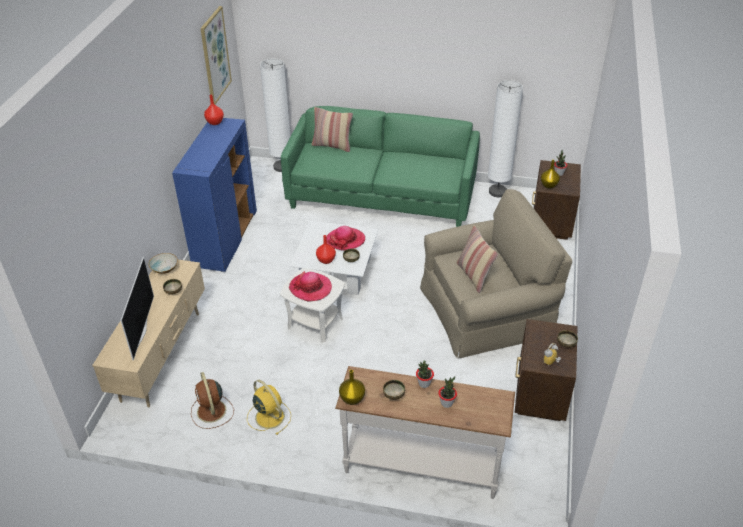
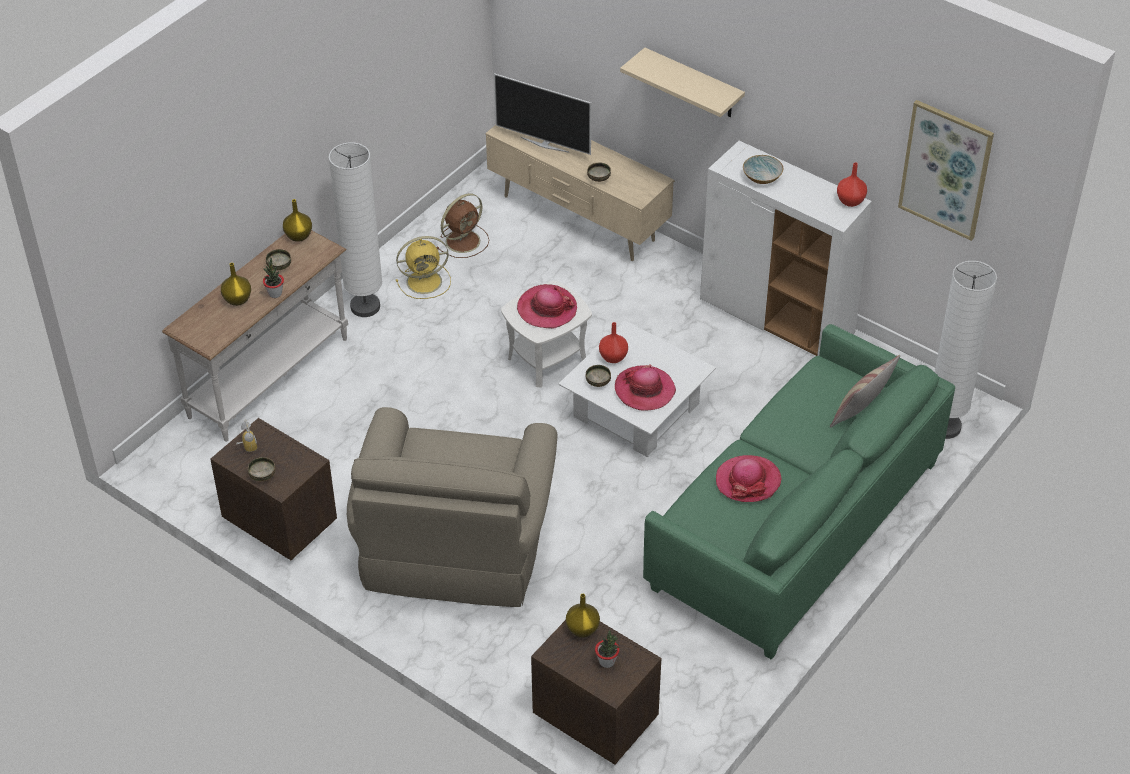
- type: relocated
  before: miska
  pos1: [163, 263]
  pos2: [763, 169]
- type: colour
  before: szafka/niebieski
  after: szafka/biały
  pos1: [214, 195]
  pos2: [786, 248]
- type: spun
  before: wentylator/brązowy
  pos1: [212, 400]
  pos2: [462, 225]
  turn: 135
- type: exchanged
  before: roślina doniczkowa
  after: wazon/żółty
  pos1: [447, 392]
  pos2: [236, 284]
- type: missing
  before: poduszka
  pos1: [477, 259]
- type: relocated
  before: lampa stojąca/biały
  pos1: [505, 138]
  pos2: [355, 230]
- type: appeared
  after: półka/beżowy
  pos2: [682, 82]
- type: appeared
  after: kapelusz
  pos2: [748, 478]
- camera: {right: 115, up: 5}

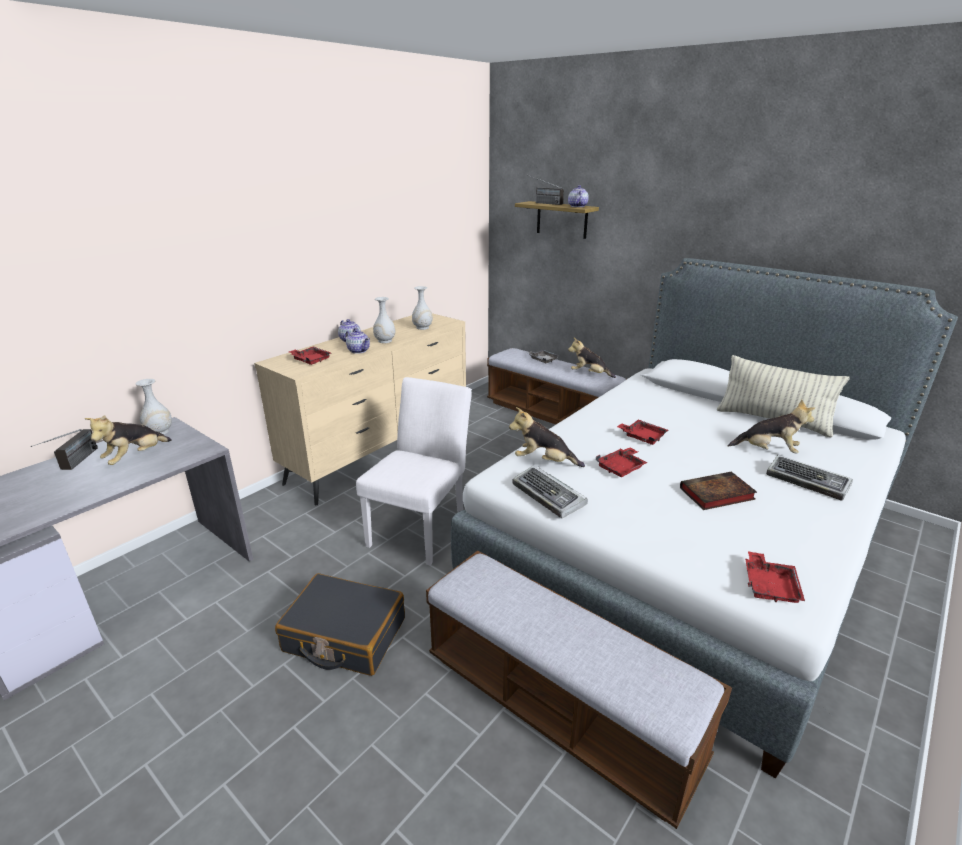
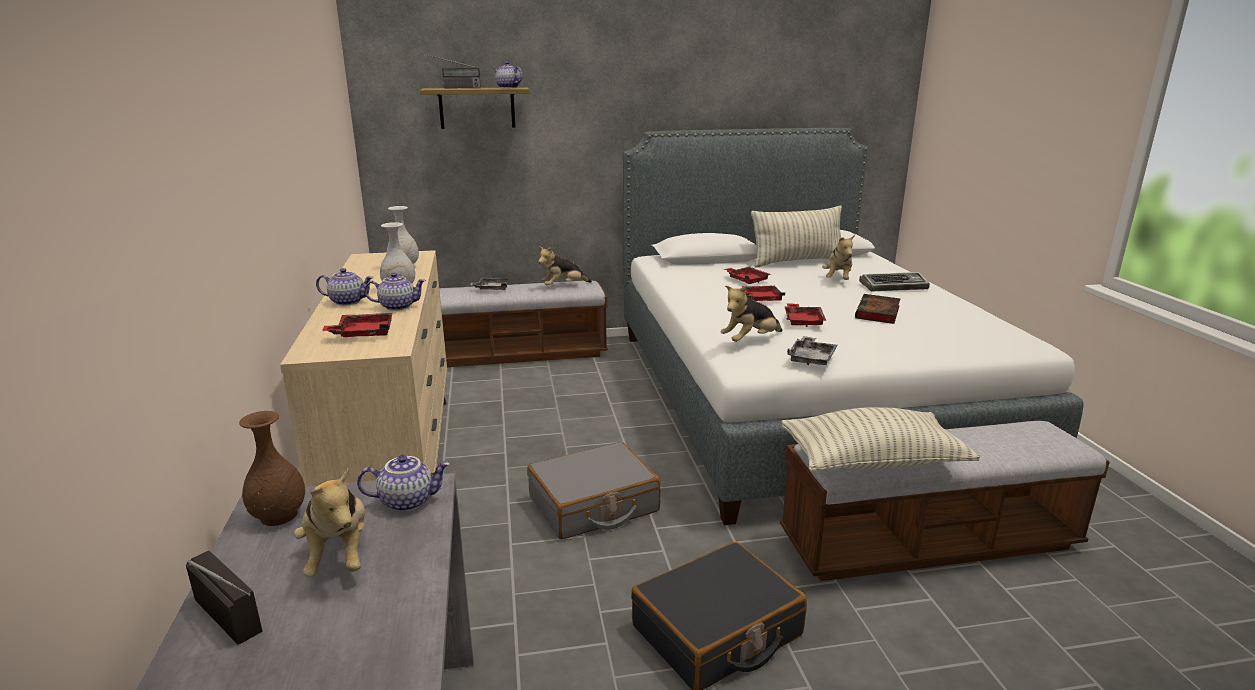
- type: colour
  before: wazon/biały
  after: wazon/brązowy
  pos1: [153, 407]
  pos2: [272, 468]
- type: exchanged
  before: krzesło/biały
  after: walizka/szary
  pos1: [413, 471]
  pos2: [594, 490]
- type: exchanged
  before: klawiatura
  after: taca/szary
  pos1: [550, 492]
  pos2: [812, 350]
- type: spun
  before: pluszak
  pos1: [771, 426]
  pos2: [838, 257]
  turn: 135
- type: relocated
  before: taca/czerwony
  pos1: [775, 577]
  pos2: [747, 275]
- type: appeared
  after: imbryk
  pos2: [403, 483]
- type: appeared
  after: poduszka
  pos2: [881, 439]
- camera: {right: -50, up: -5}

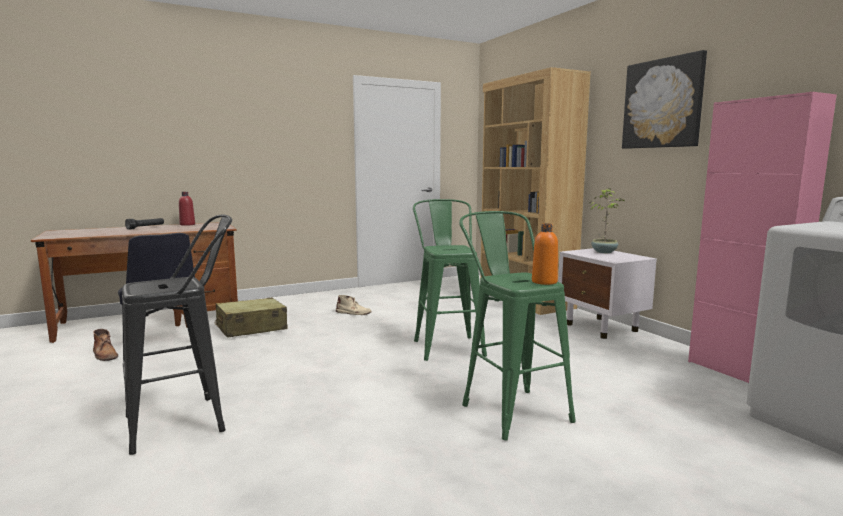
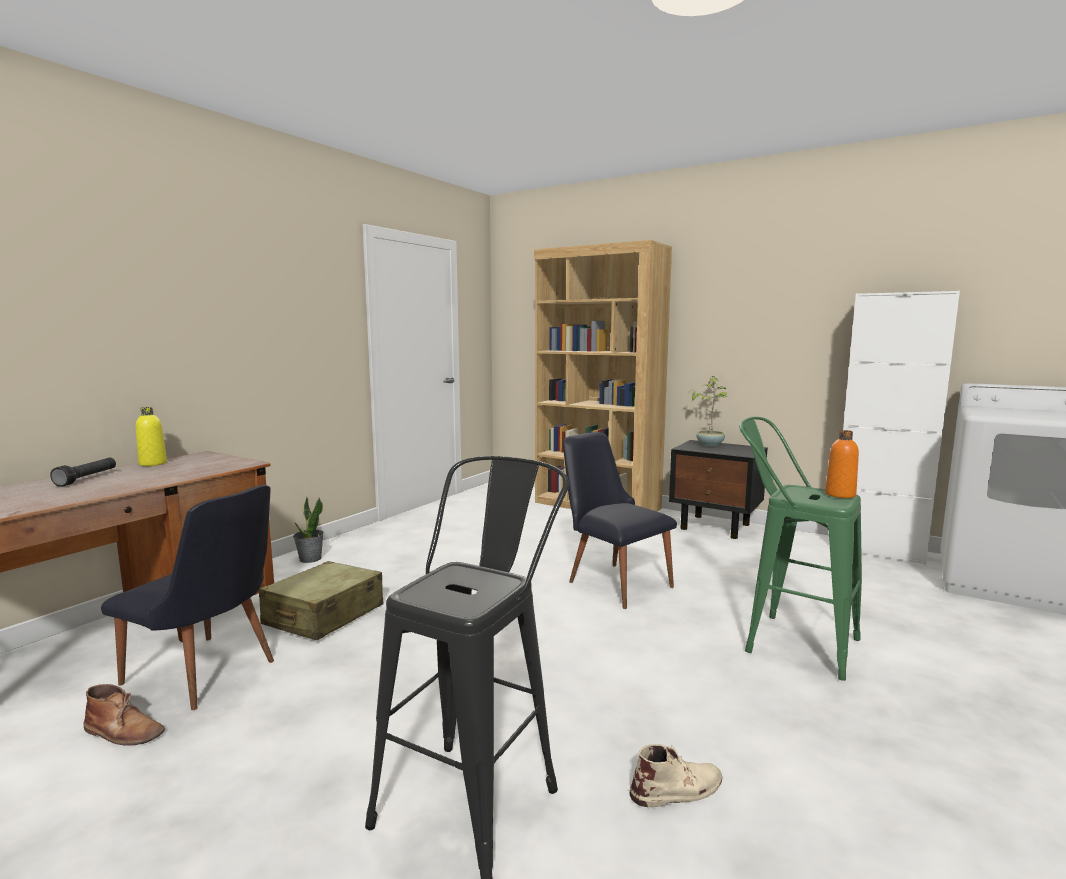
- type: colour
  before: butelka/czerwony
  after: butelka/żółty
  pos1: [187, 209]
  pos2: [151, 436]
- type: relocated
  before: but z cholewką/beżowy
  pos1: [354, 305]
  pos2: [676, 775]
- type: exchanged
  before: stołek/zielony
  after: krzesło/czarny
  pos1: [450, 280]
  pos2: [620, 520]
- type: colour
  before: szafka nocna/biały
  after: szafka nocna/czarny
  pos1: [607, 293]
  pos2: [718, 489]
- type: missing
  before: obraz
  pos1: [664, 99]
- type: colour
  before: szafka/różowy
  after: szafka/biały
  pos1: [762, 237]
  pos2: [901, 428]
- type: appeared
  after: roślina doniczkowa
  pos2: [308, 530]
- camera: {right: -30, up: 0}

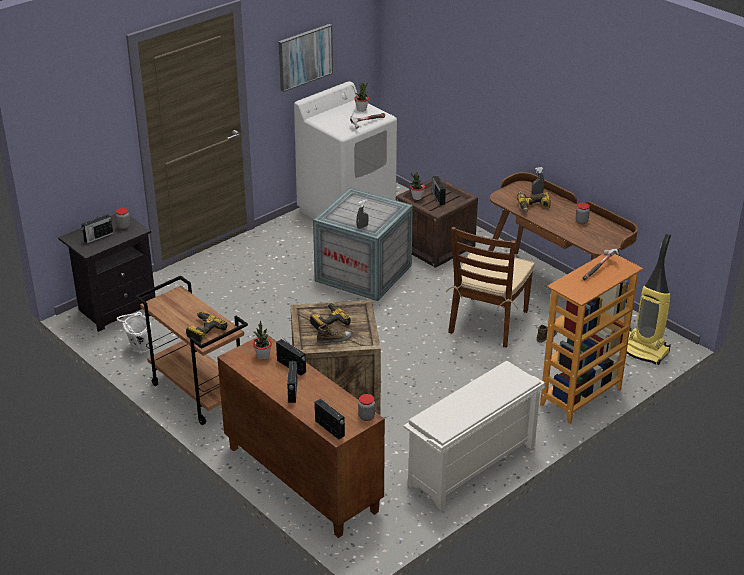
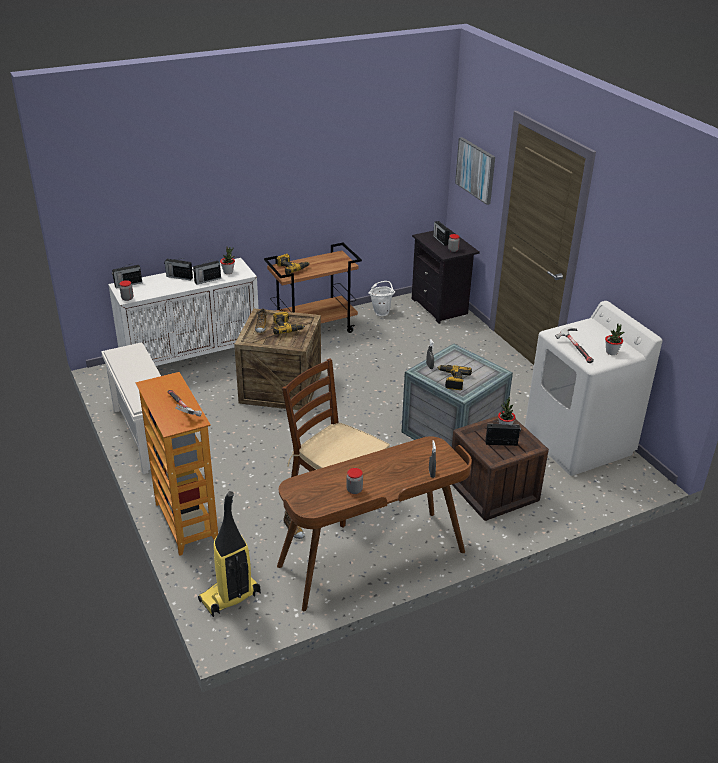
- type: colour
  before: szafka/brązowy
  after: szafka/biały
  pos1: [301, 436]
  pos2: [183, 312]
- type: relocated
  before: obraz
  pos1: [305, 58]
  pos2: [475, 171]
- type: relocated
  before: wiertarka
  pos1: [534, 201]
  pos2: [454, 377]
- camera: {right: 105, up: 0}

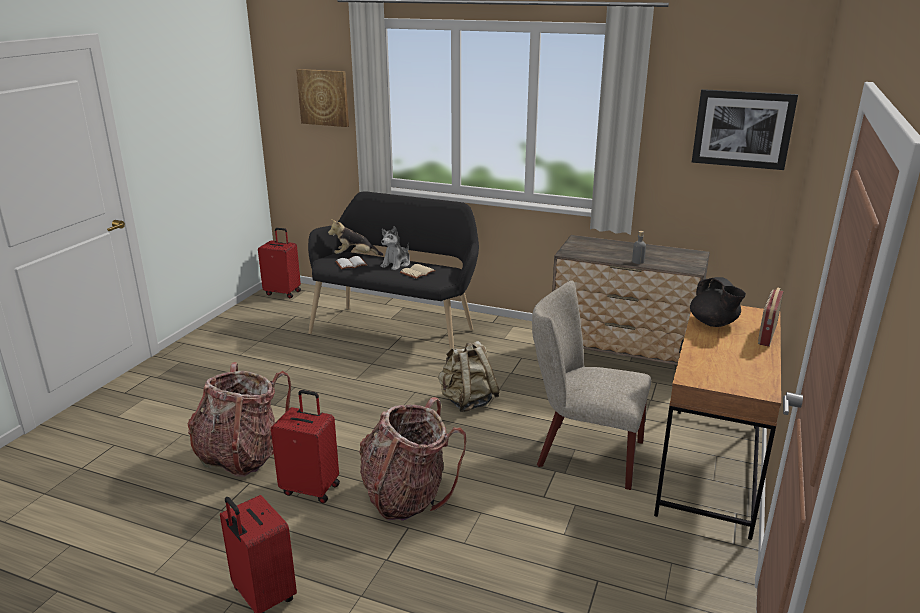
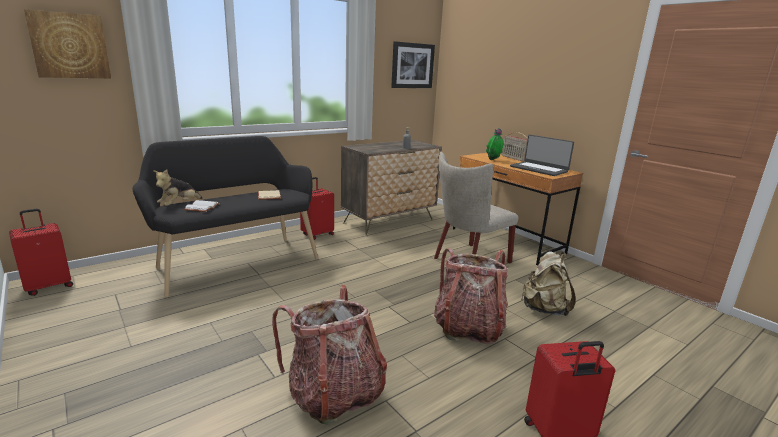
- type: relocated
  before: walizka/czerwony
  pos1: [305, 447]
  pos2: [317, 208]
- type: missing
  before: pluszak
  pos1: [395, 248]
- type: relocated
  before: plecak/beżowy
  pos1: [469, 376]
  pos2: [548, 283]
- type: exchanged
  before: imbryk/czarny
  after: roślina doniczkowa
  pos1: [718, 302]
  pos2: [494, 144]
- type: appeared
  after: laptop
  pos2: [542, 155]
- camera: {right: -60, up: -5}

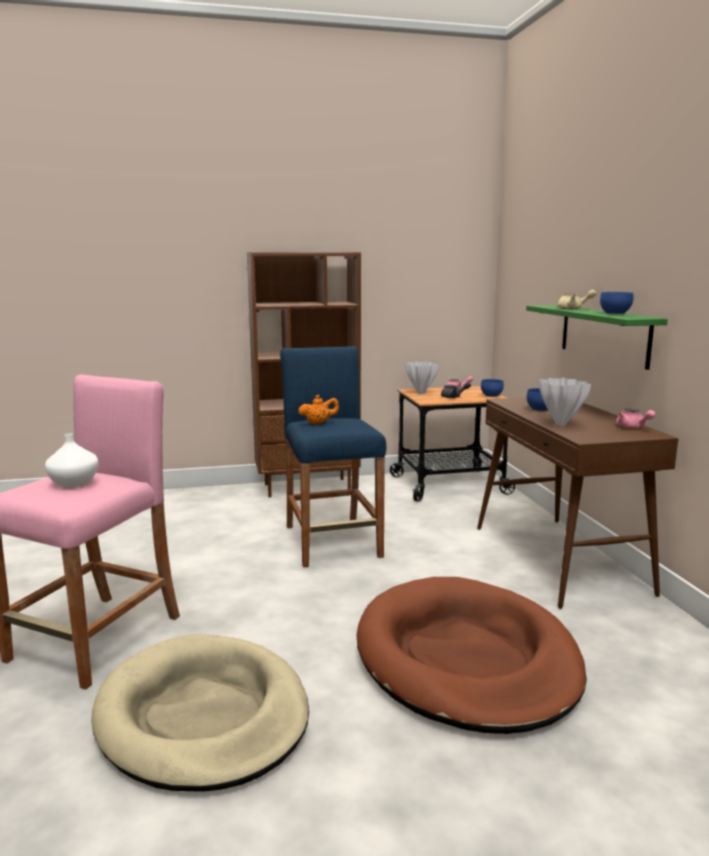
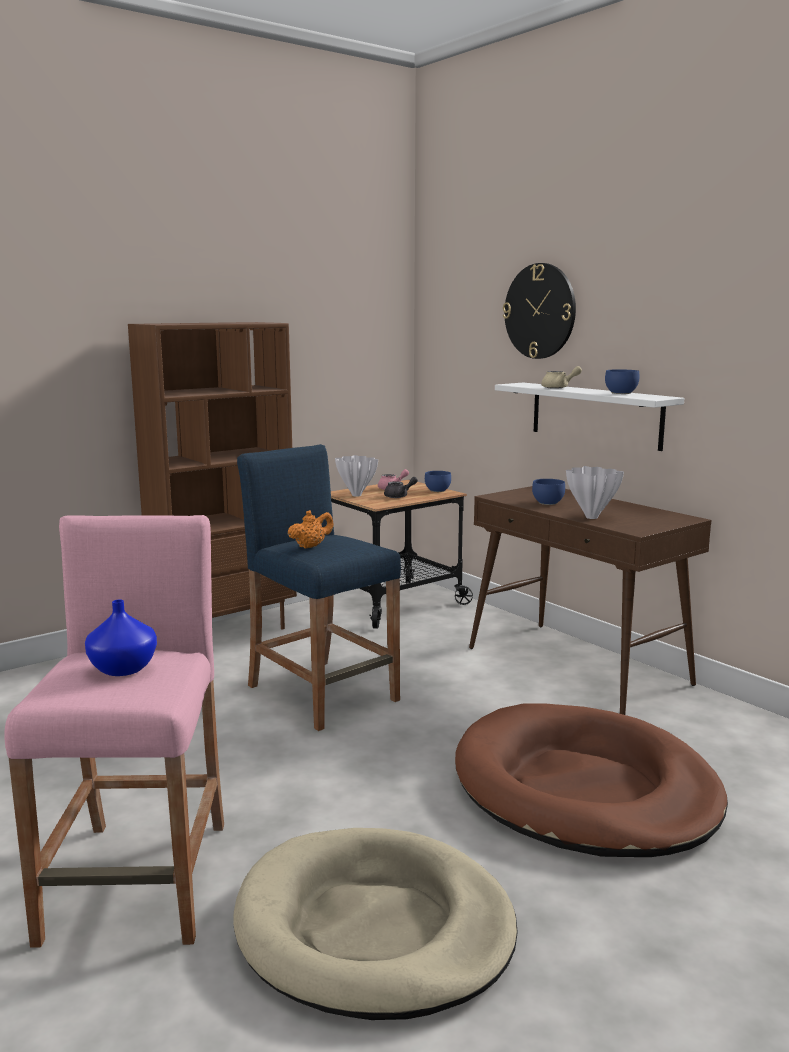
- type: colour
  before: wazon/biały
  after: wazon/niebieski
  pos1: [71, 460]
  pos2: [121, 638]
- type: colour
  before: półka/zielony
  after: półka/biały
  pos1: [597, 337]
  pos2: [589, 417]
- type: missing
  before: imbryk/różowy
  pos1: [636, 419]
- type: appeared
  after: zegar ścienny
  pos2: [539, 311]
- camera: {right: -25, up: 0}

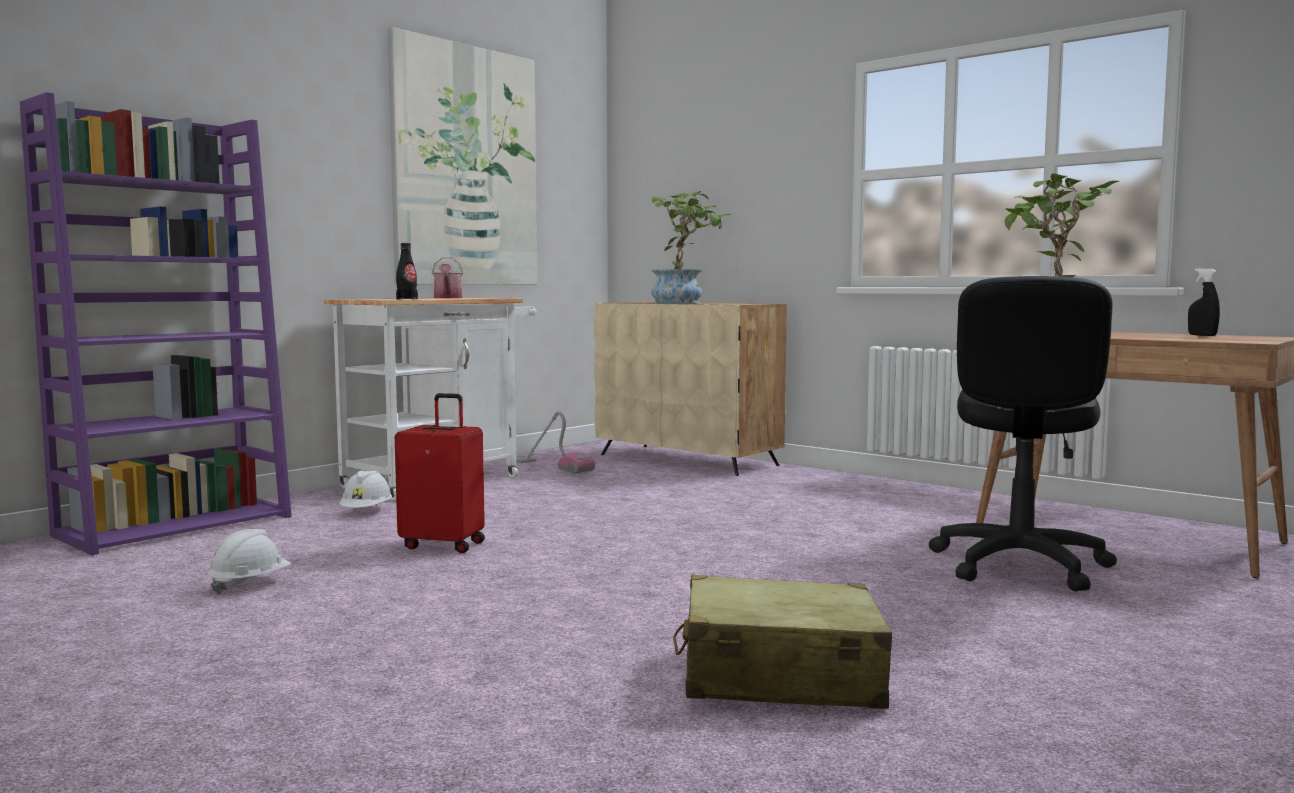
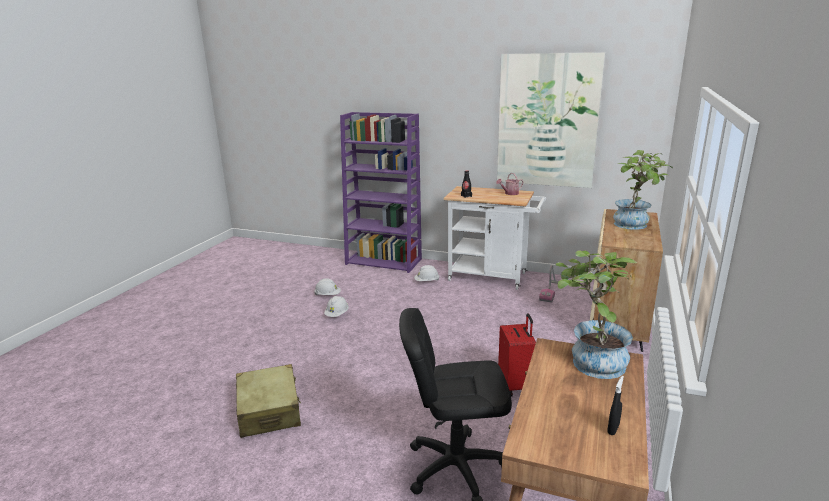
- type: relocated
  before: walizka/czerwony
  pos1: [440, 473]
  pos2: [517, 355]
- type: appeared
  after: kask/biały
  pos2: [336, 306]
- camera: {right: 70, up: 15}

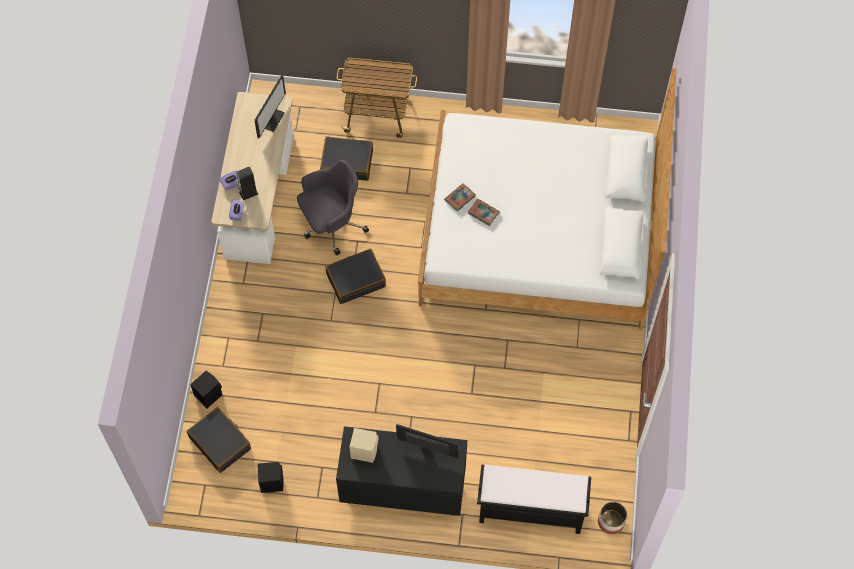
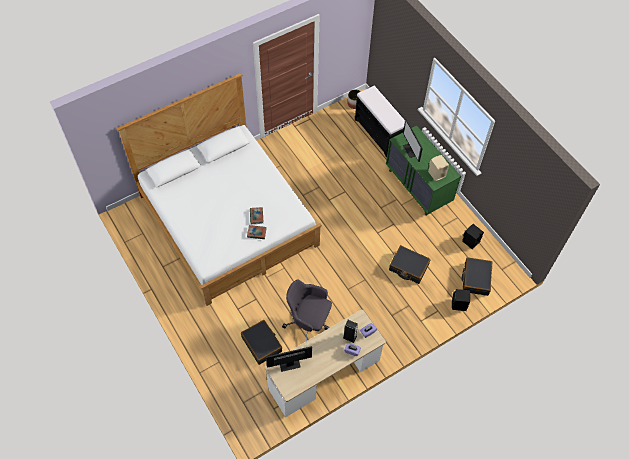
- type: relocated
  before: walizka/czarny
  pos1: [355, 276]
  pos2: [410, 264]
- type: colour
  before: komoda/czarny
  after: komoda/zielony
  pos1: [402, 471]
  pos2: [423, 170]
- type: missing
  before: wózek
  pos1: [377, 98]
- camera: {right: -130, up: -5}

